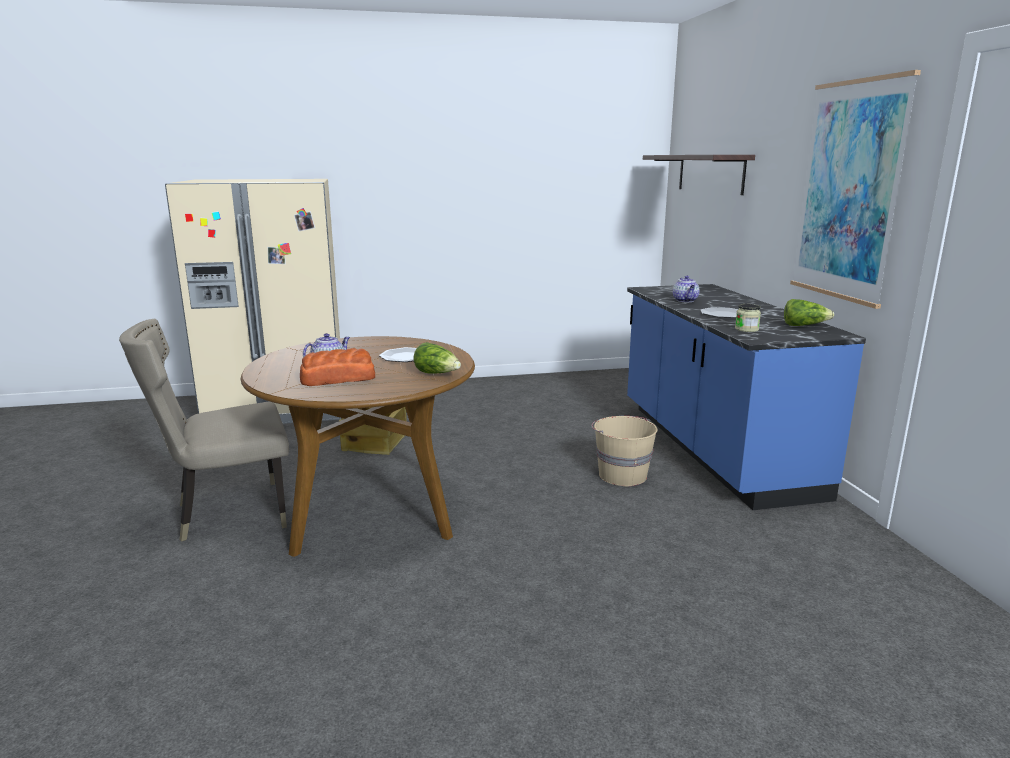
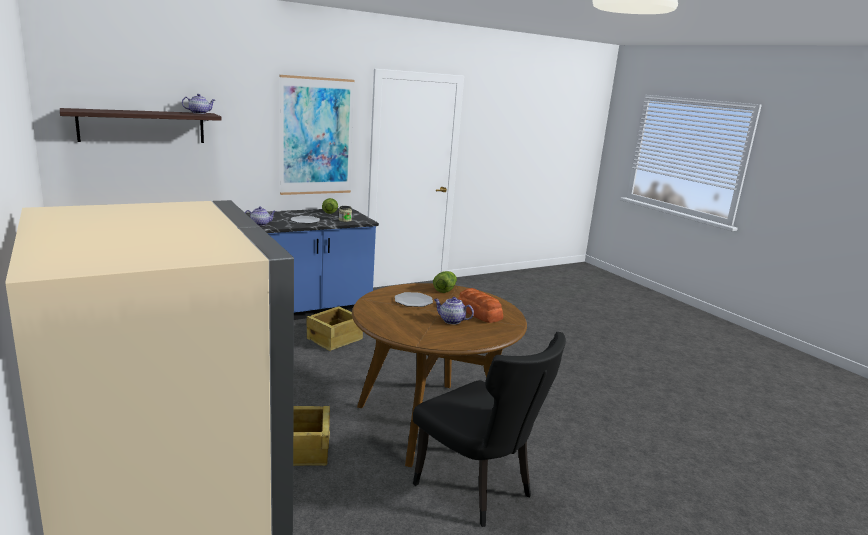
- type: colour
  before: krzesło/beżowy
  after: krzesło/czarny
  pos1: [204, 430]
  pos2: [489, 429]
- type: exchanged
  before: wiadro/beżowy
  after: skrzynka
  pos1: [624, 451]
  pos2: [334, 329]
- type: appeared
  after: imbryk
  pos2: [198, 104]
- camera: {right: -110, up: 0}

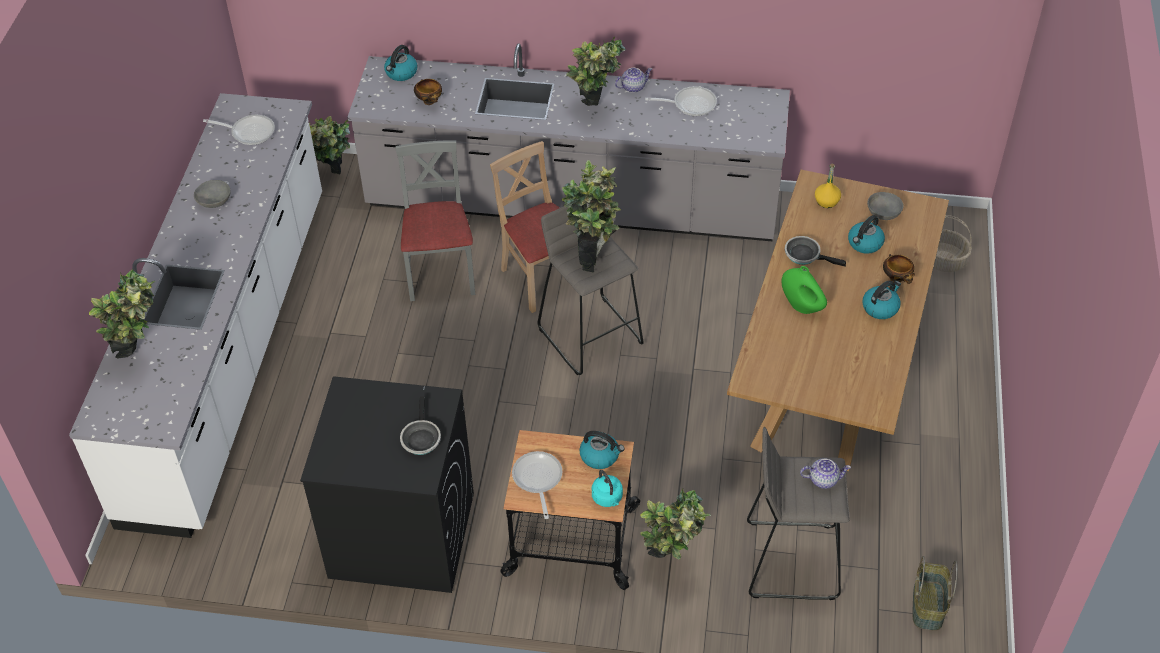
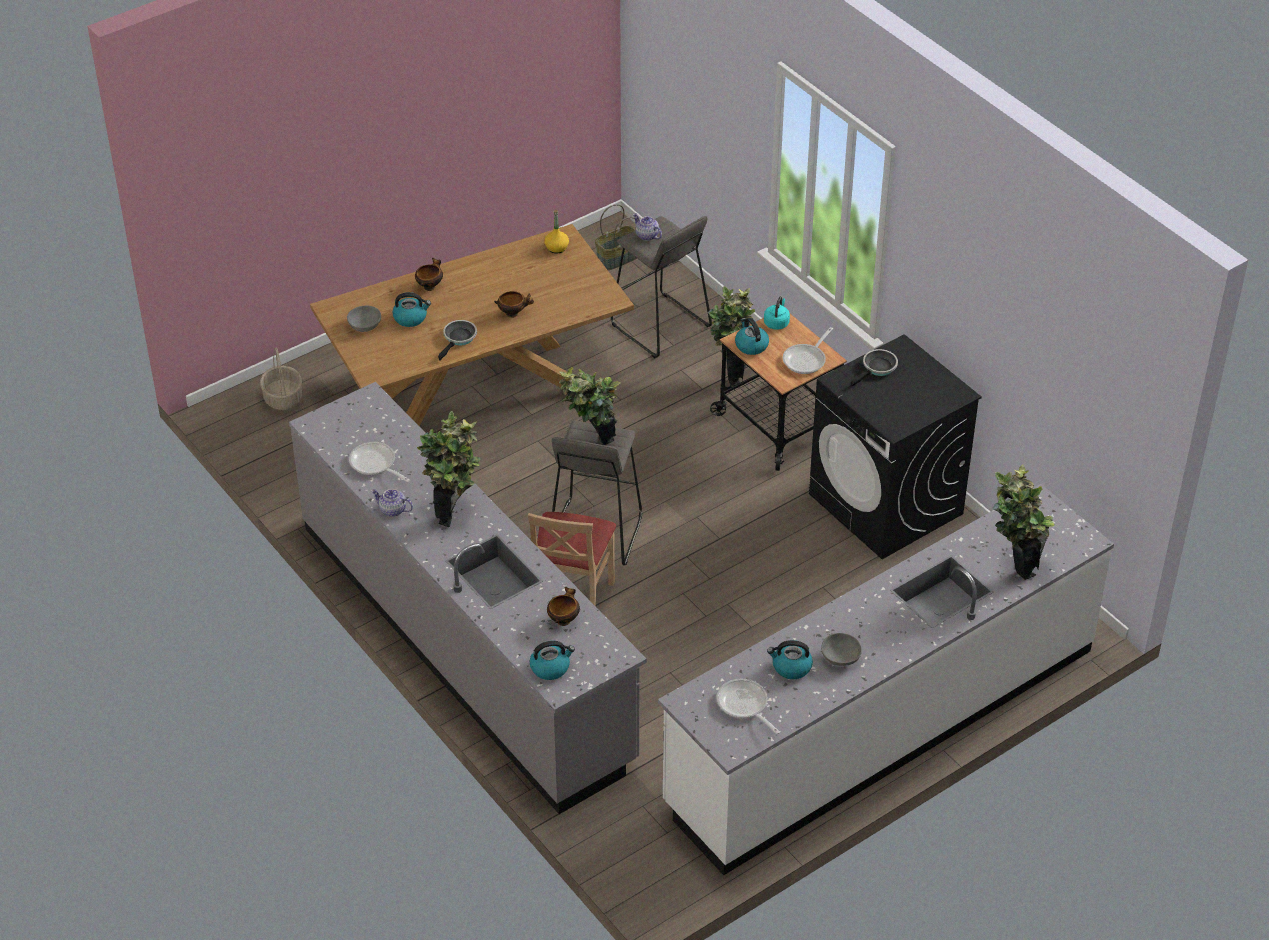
- type: missing
  before: roślina doniczkowa
  pos1: [329, 145]
- type: missing
  before: krzesło/szary
  pos1: [435, 221]
- type: exchanged
  before: wazon/zielony
  after: miska
  pos1: [804, 290]
  pos2: [514, 304]
- type: spun
  before: patelnia
  pos1: [815, 251]
  pos2: [457, 340]
  turn: -135
- type: relocated
  before: butelka/żółty
  pos1: [828, 186]
  pos2: [556, 232]
- type: relocated
  before: czajnik
  pos1: [881, 299]
  pos2: [790, 659]
- camera: {right: -135, up: -5}

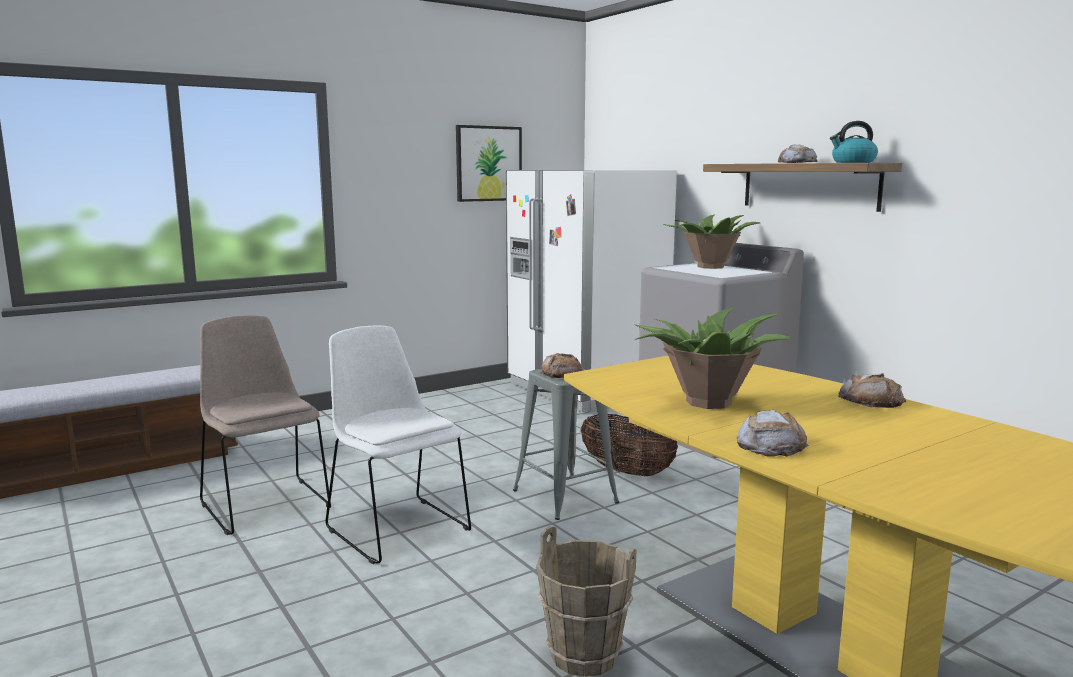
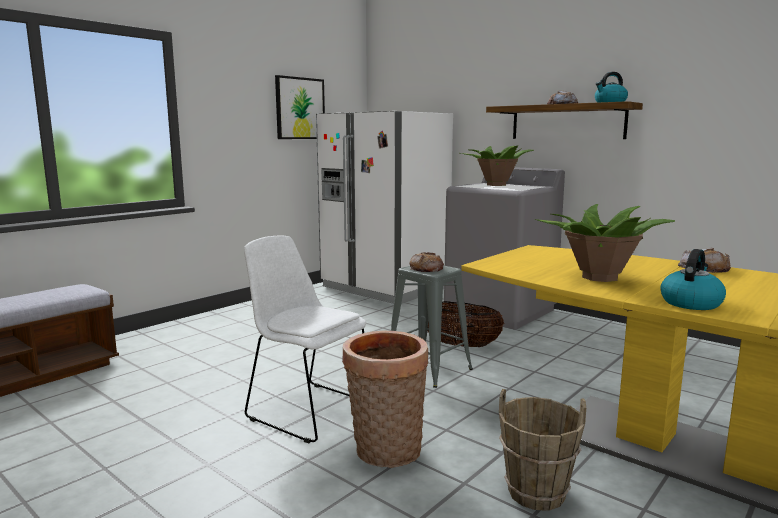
- type: missing
  before: krzesło/beżowy
  pos1: [265, 425]
- type: exchanged
  before: chleb
  after: czajnik
  pos1: [773, 433]
  pos2: [693, 279]
- type: appeared
  after: koszyk
  pos2: [385, 399]
- camera: {right: -15, up: 0}

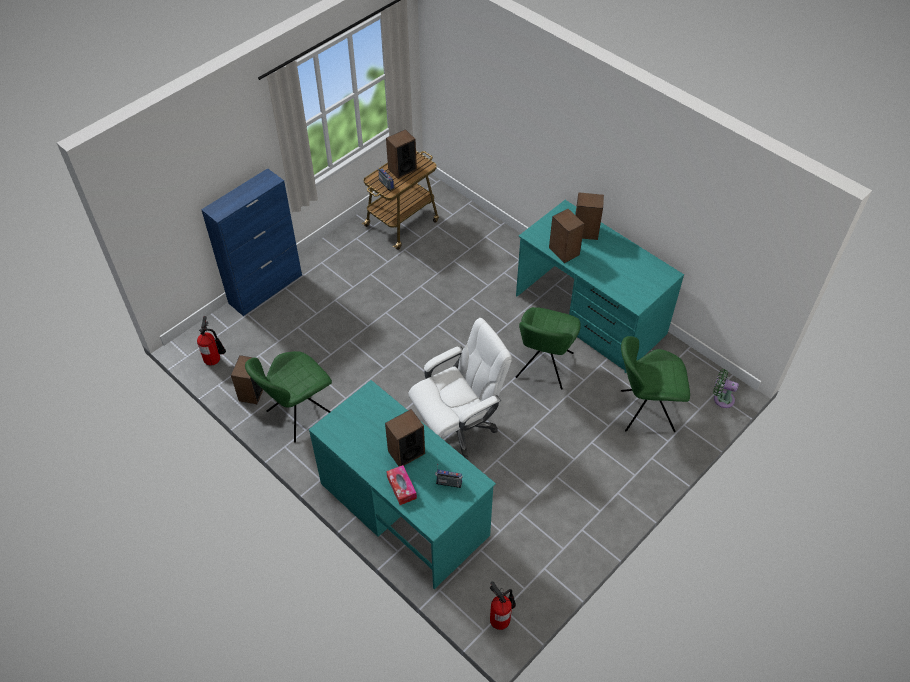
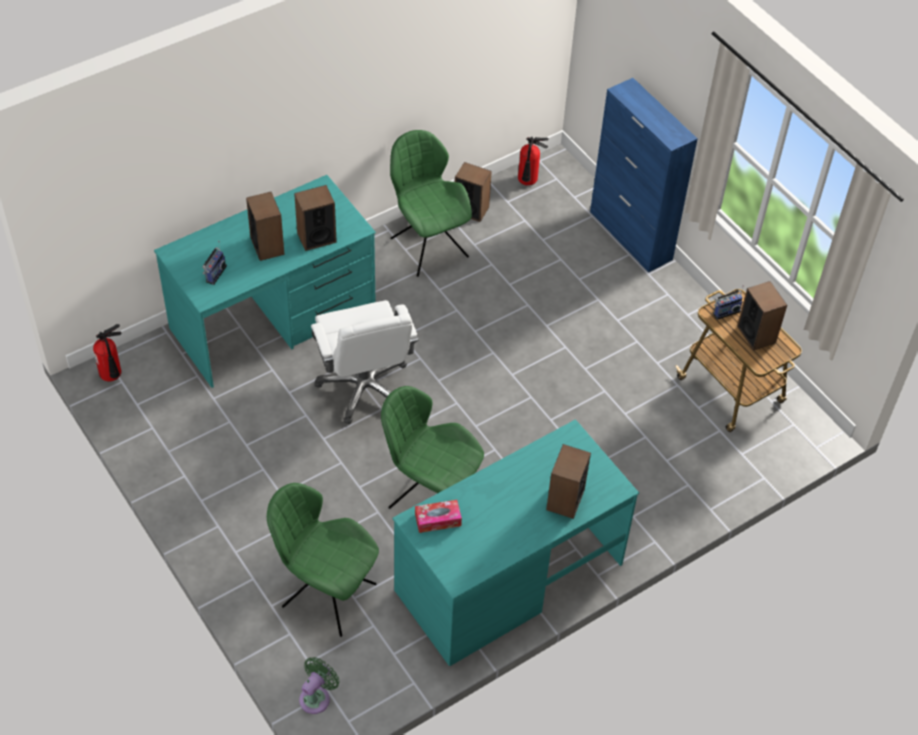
- type: relocated
  before: pudełko chusteczek
  pos1: [401, 485]
  pos2: [438, 516]
- type: relocated
  before: głośnik
  pos1: [566, 236]
  pos2: [315, 218]
- type: spun
  before: krzesło/zielony
  pos1: [655, 384]
  pos2: [323, 560]
  turn: -75
- camera: {right: 100, up: 0}

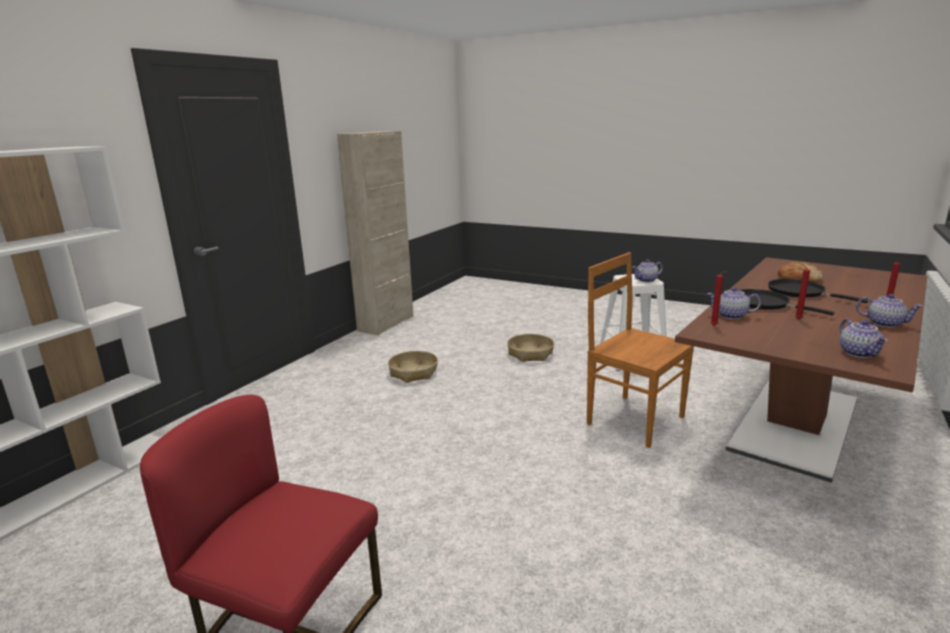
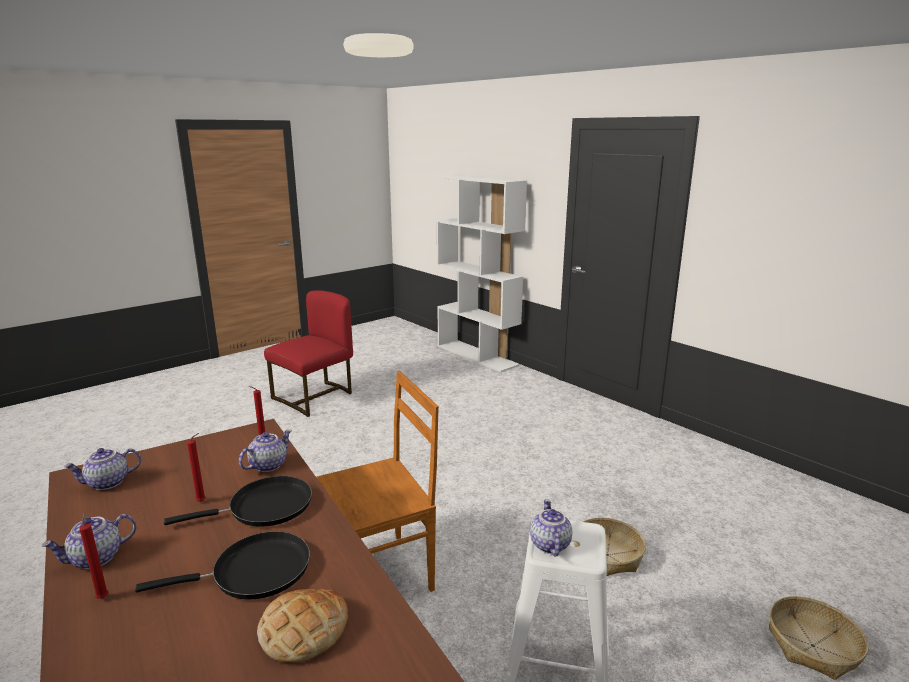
- type: missing
  before: szafka/beżowy
  pos1: [375, 233]
- type: relocated
  before: koszyk
  pos1: [413, 367]
  pos2: [819, 638]
- type: spun
  before: imbryk
  pos1: [864, 338]
  pos2: [102, 469]
  turn: -45
- camera: {right: 110, up: 0}

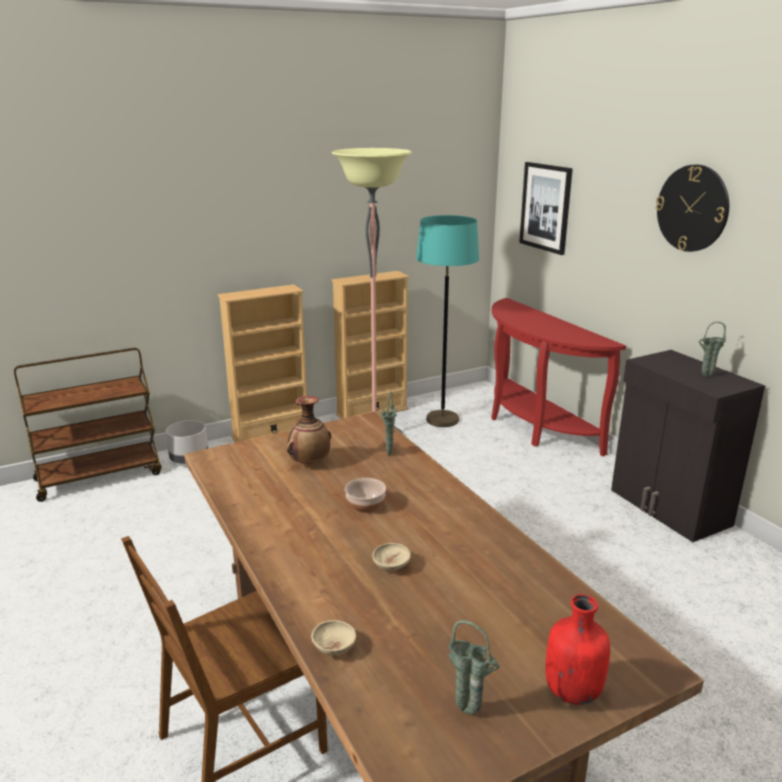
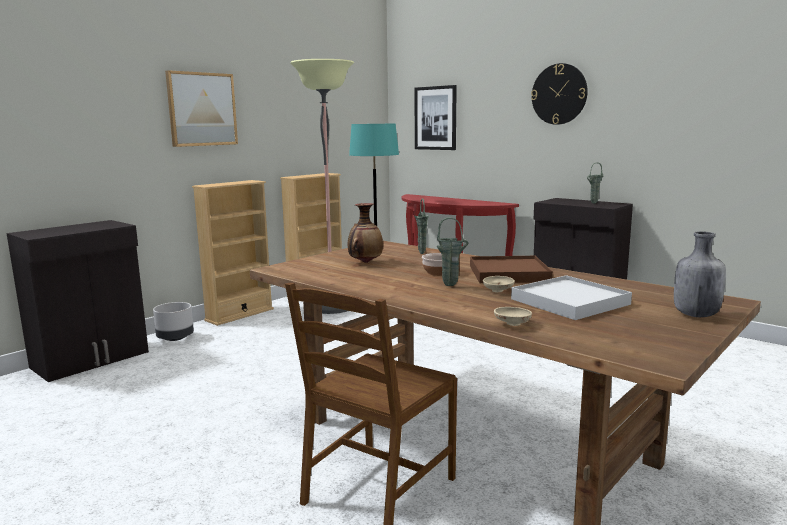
- type: exchanged
  before: wózek/brązowy
  after: szafka/czarny
  pos1: [88, 425]
  pos2: [78, 301]
- type: relocated
  before: wazon/zielony
  pos1: [474, 667]
  pos2: [452, 251]
- type: colour
  before: butelka/czerwony
  after: butelka/szary
  pos1: [577, 649]
  pos2: [700, 274]
- type: appeared
  after: obraz
  pos2: [201, 108]
- type: appeared
  after: taca/brązowy
  pos2: [511, 269]
- type: appeared
  after: taca/biały
  pos2: [571, 297]
- camera: {right: -20, up: -10}

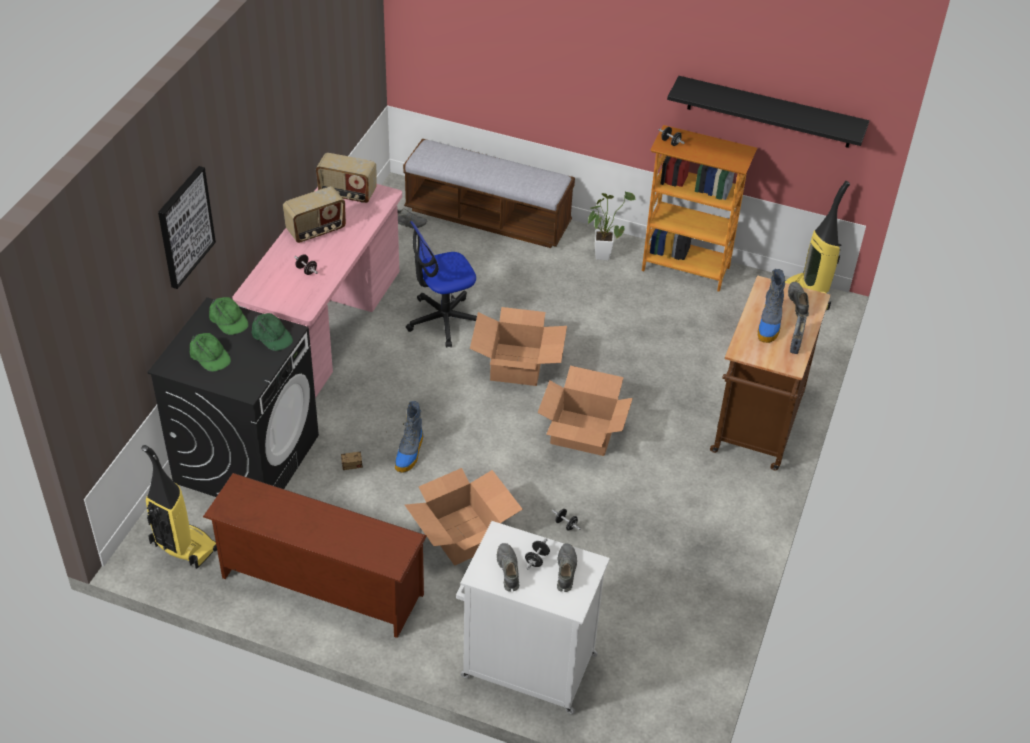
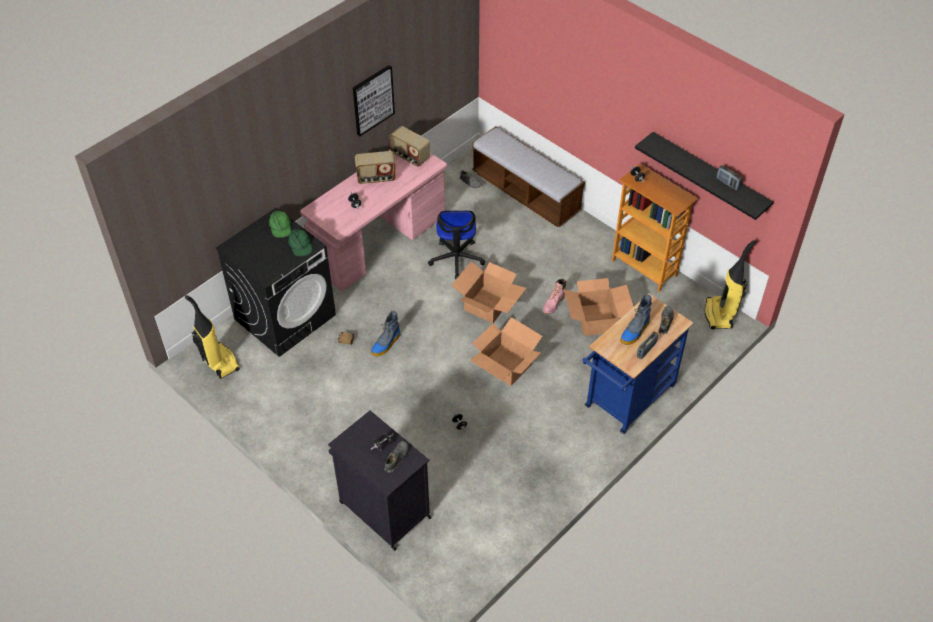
- type: relocated
  before: obraz
  pos1: [187, 227]
  pos2: [374, 100]
- type: missing
  before: czapka z daszkiem/zielony
  pos1: [210, 352]
- type: missing
  before: regał na buty/brązowy
  pos1: [315, 555]
- type: relocated
  before: karton
  pos1: [464, 517]
  pos2: [598, 307]
- type: spun
  before: krzesło biurowe
  pos1: [441, 284]
  pos2: [456, 244]
  turn: -90
- type: colour
  before: szafka/biały
  after: szafka/czarny
  pos1: [533, 617]
  pos2: [379, 481]
- type: missing
  before: but/szary
  pos1: [508, 567]
- type: missing
  before: roślina doniczkowa
  pos1: [612, 225]
- type: colour
  before: wózek/brązowy
  after: wózek/niebieski
  pos1: [770, 372]
  pos2: [637, 364]
- type: appeared
  after: but z cholewką/różowy
  pos2: [554, 296]
- type: appeared
  after: radio
  pos2: [729, 178]
- camera: {right: 25, up: 5}

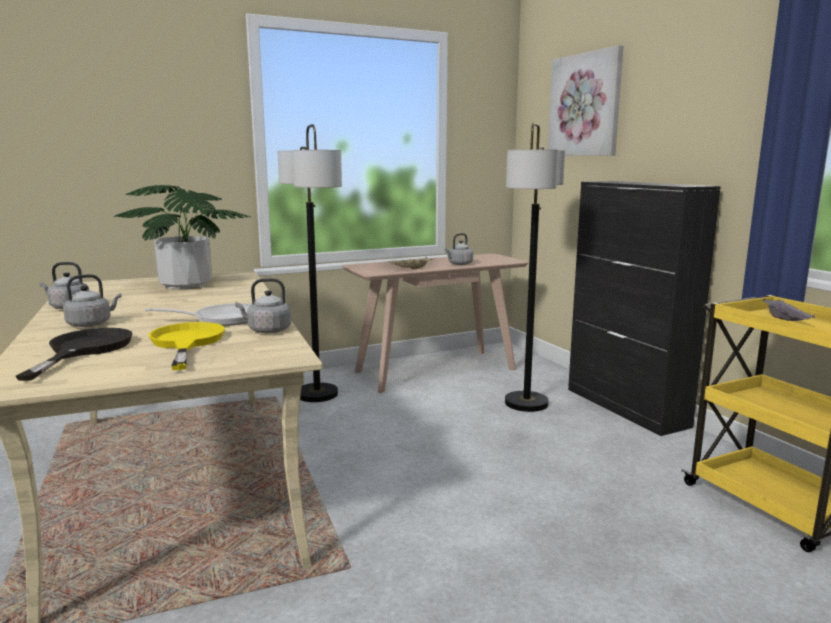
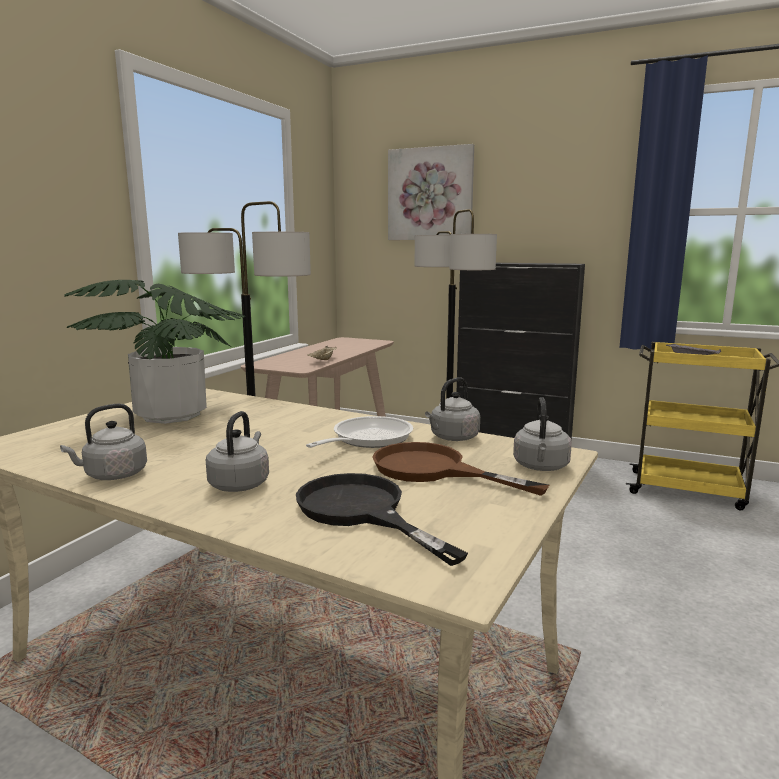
- type: colour
  before: patelnia/żółty
  after: patelnia/brązowy
  pos1: [187, 346]
  pos2: [461, 469]
- type: relocated
  before: czajnik/szary
  pos1: [459, 249]
  pos2: [542, 434]
- camera: {right: -40, up: 0}

